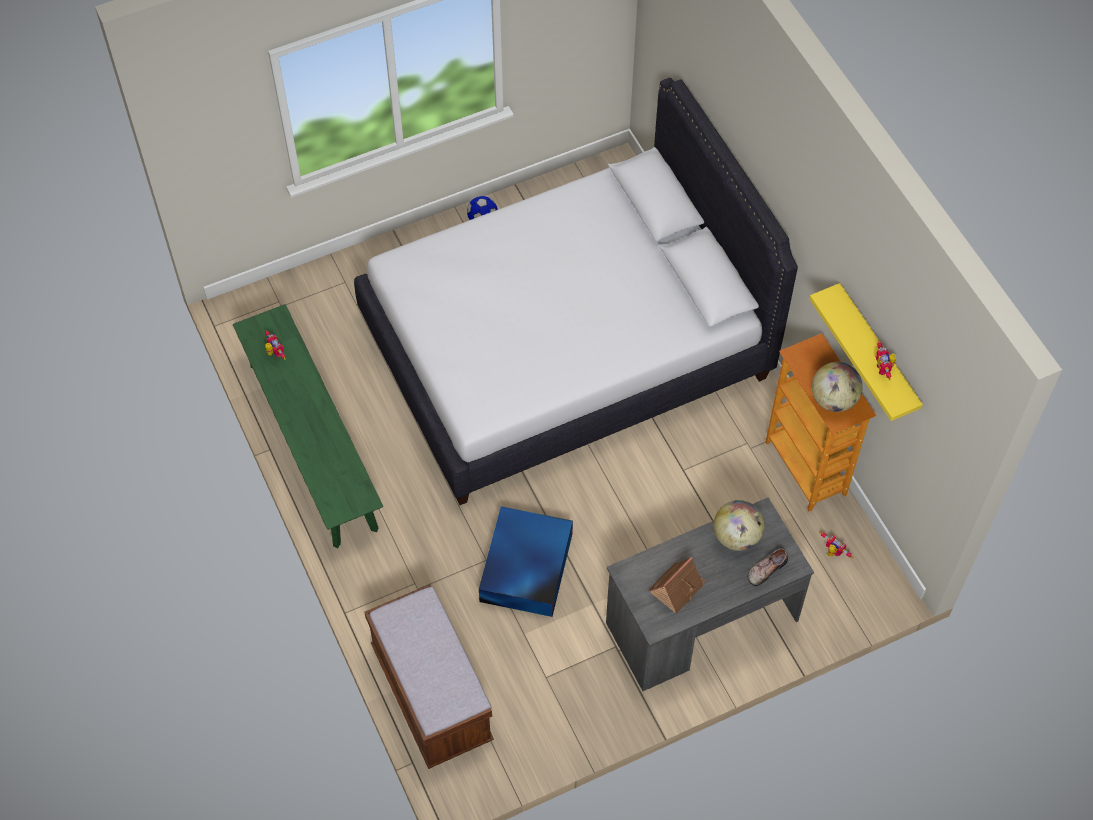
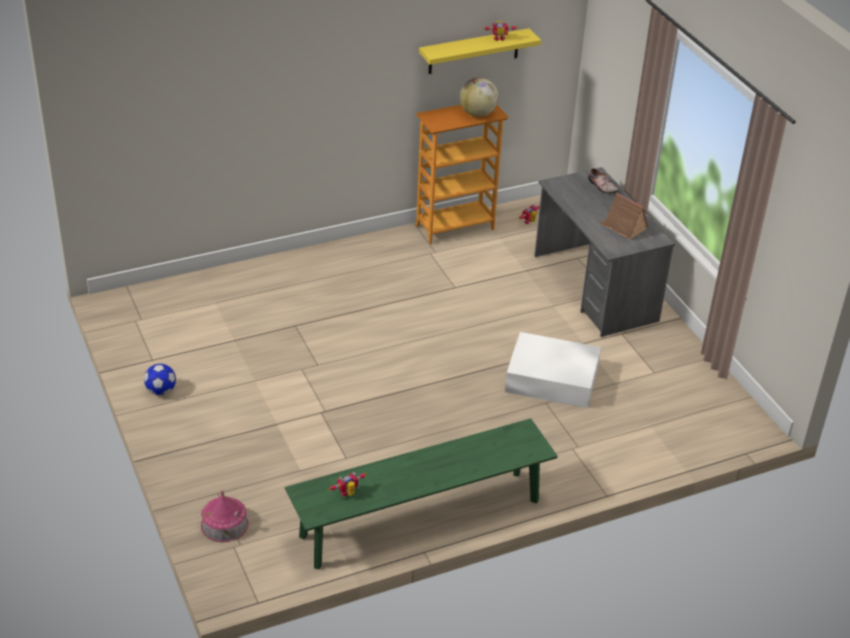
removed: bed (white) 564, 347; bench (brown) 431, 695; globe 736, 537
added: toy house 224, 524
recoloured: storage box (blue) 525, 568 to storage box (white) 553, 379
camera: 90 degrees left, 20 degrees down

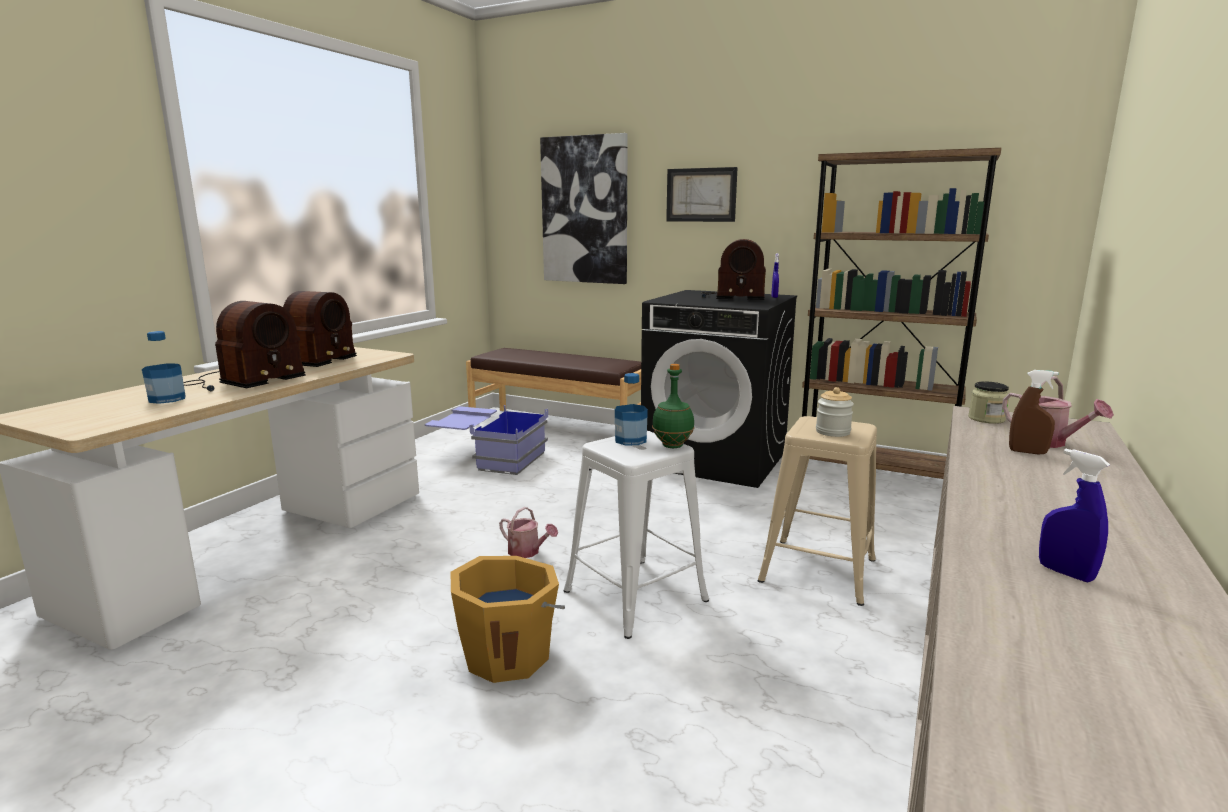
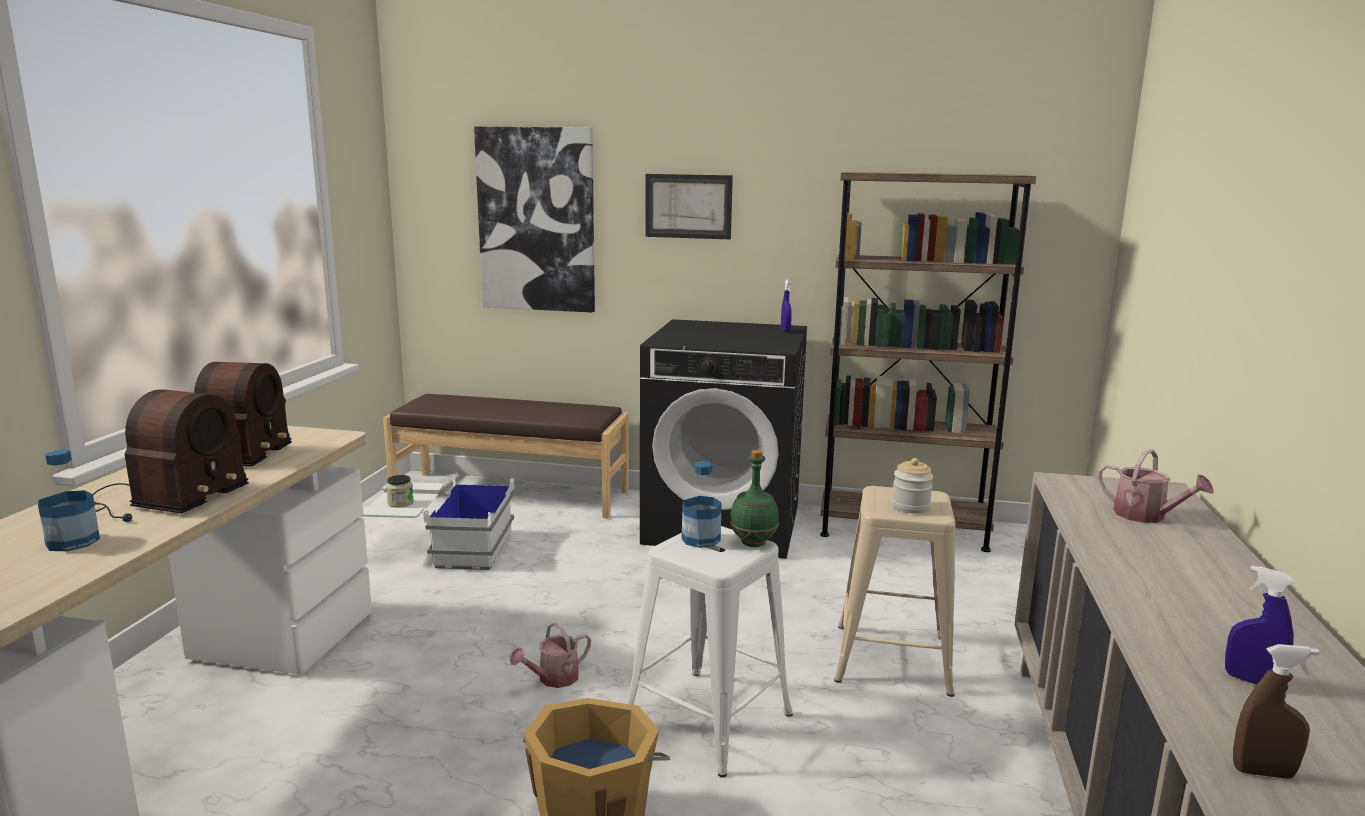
removed: radio 732, 297
moved: jar 986, 419 to 400, 503; spray bottle (brown) 1027, 452 to 1263, 772
recoloured: storage box (blue) 488, 458 to storage box (white) 441, 549
turned: watering can 527, 552 = 553, 679 120 degrees clockwise
camera: 15 degrees left, 0 degrees up

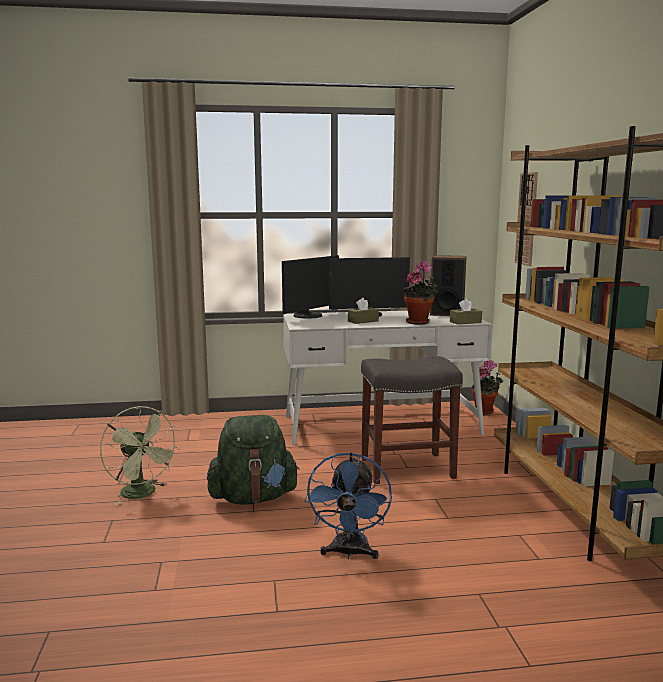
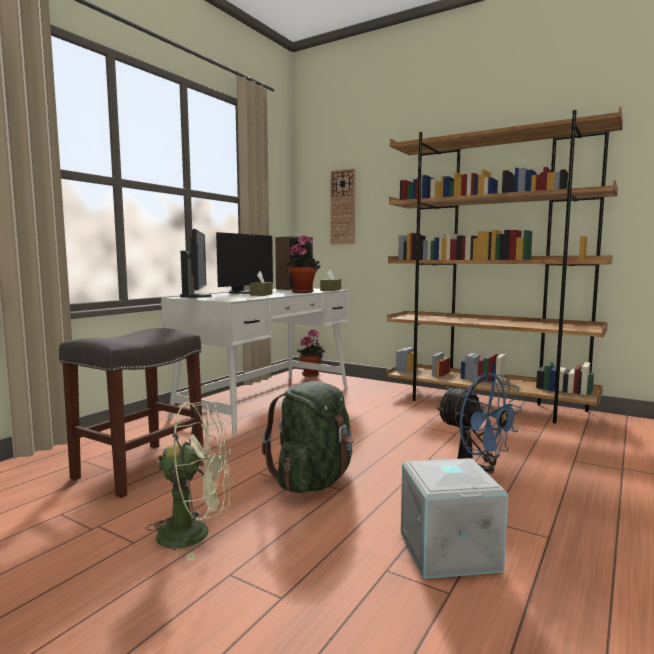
added: storage box (grey) 446, 551
moved: stool (grey) 406, 468 to 139, 469
camera: 50 degrees left, 5 degrees down

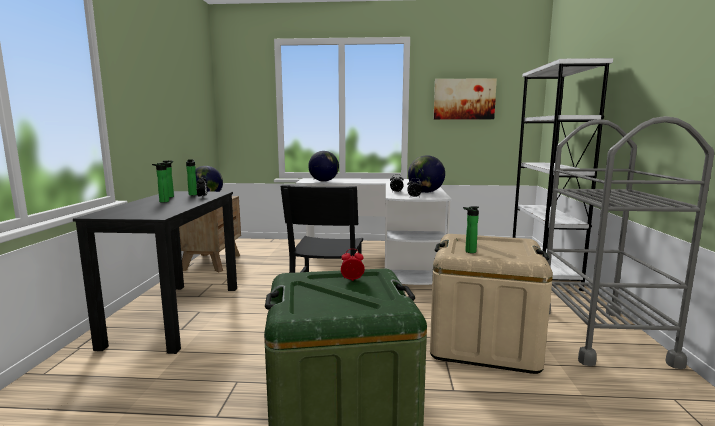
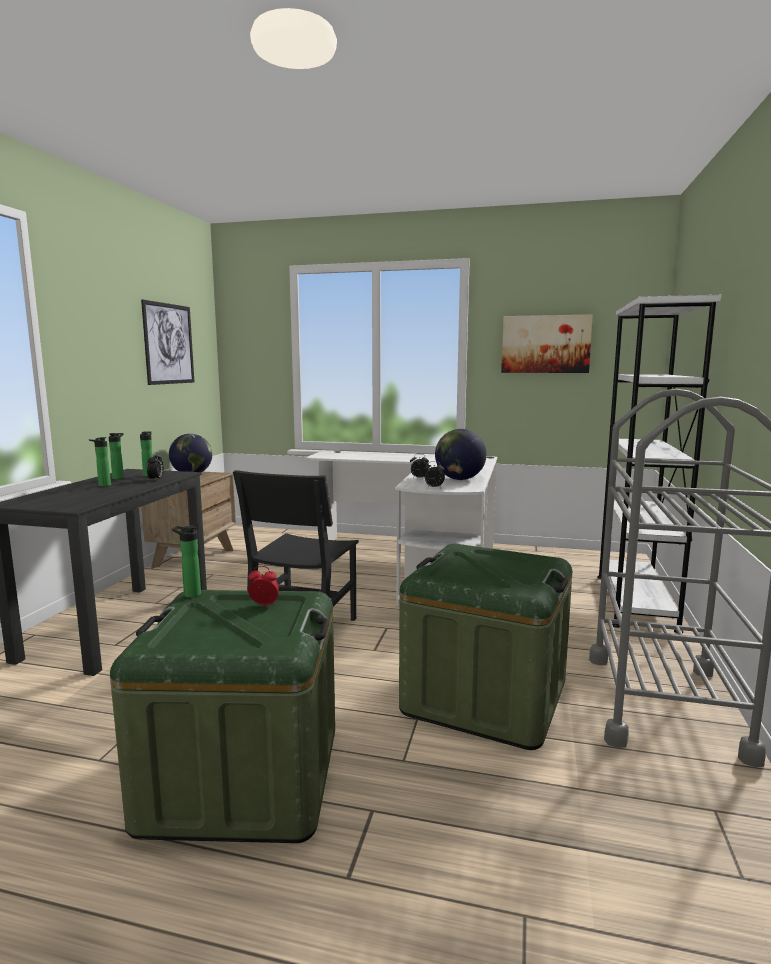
removed: globe 323, 181
added: picture 169, 344
moved: bottle 468, 251 to 189, 594
recoloured: storage box (beige) 484, 342 to storage box (green) 485, 697
camera: 10 degrees right, 0 degrees up

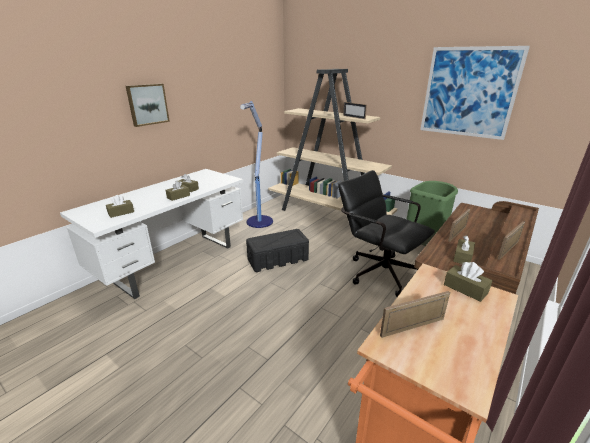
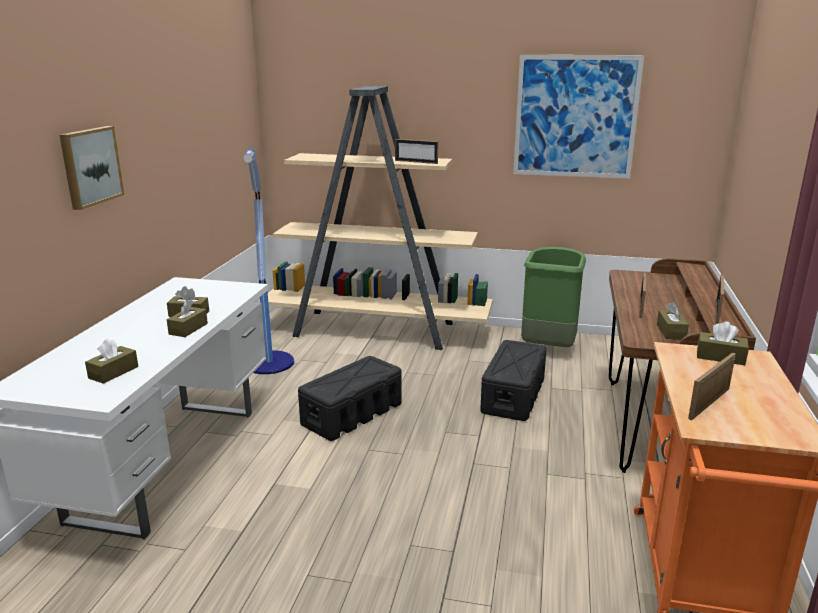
replaced: office chair (black) 378, 271 to storage box (black) 513, 395
camera: 25 degrees left, 5 degrees down

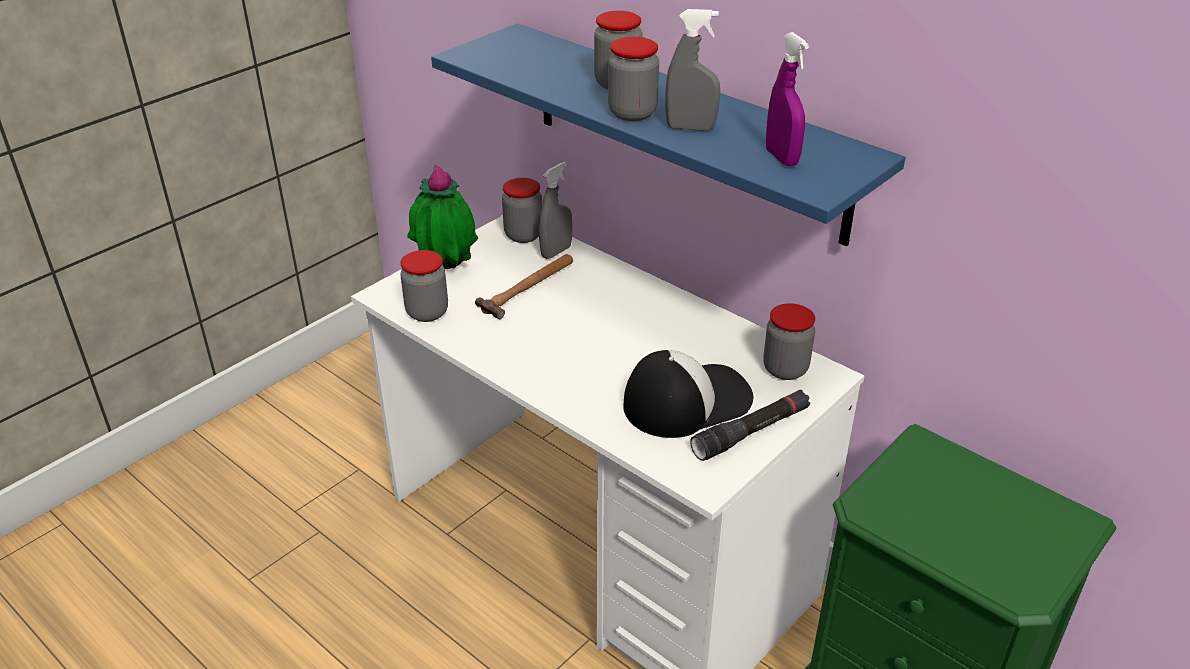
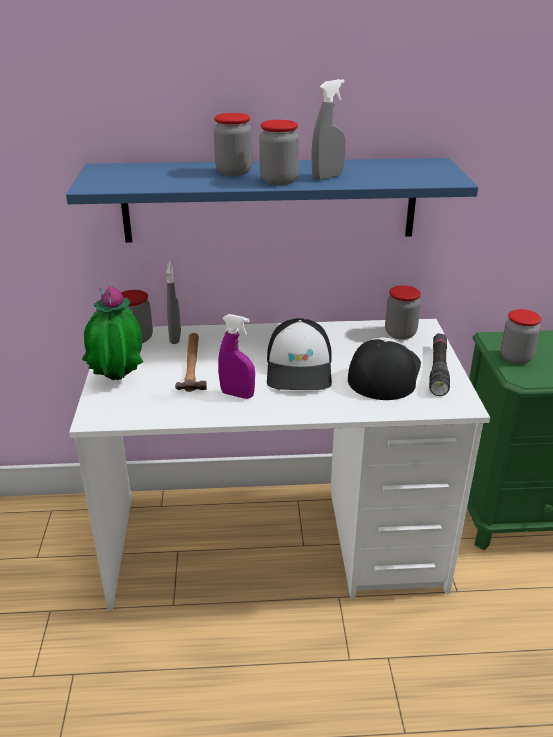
added: cap 300, 368
moved: jar 427, 312 to 516, 357; spray bottle (purple) 781, 158 to 237, 394
camera: 45 degrees left, 5 degrees down

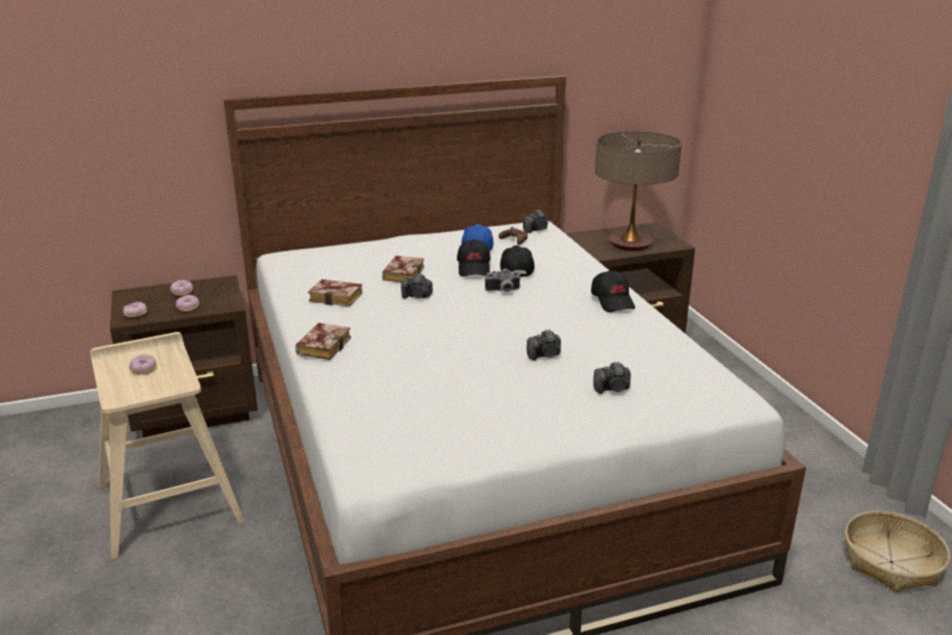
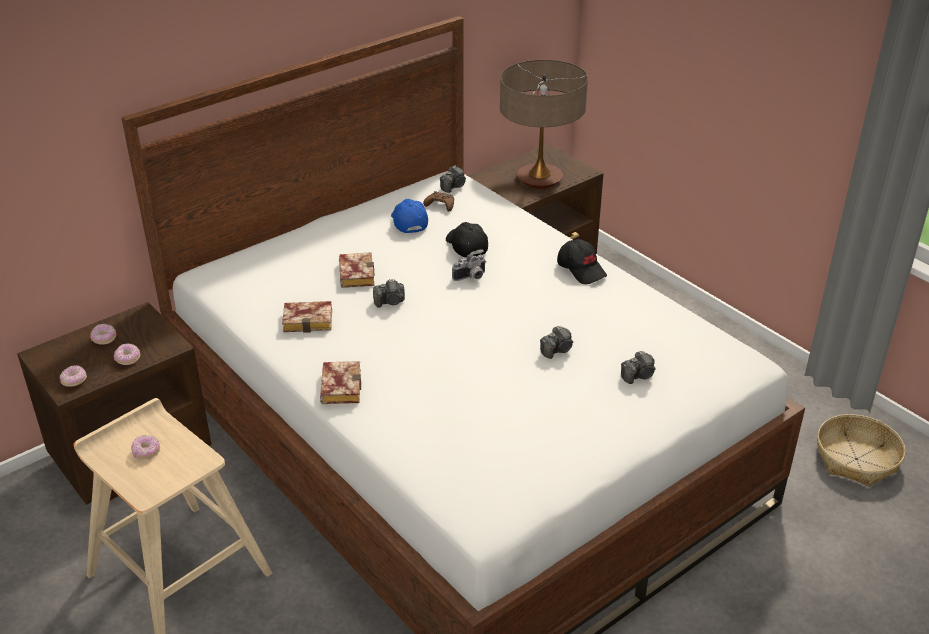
removed: cap (black) 474, 268
camera: 20 degrees left, 10 degrees up

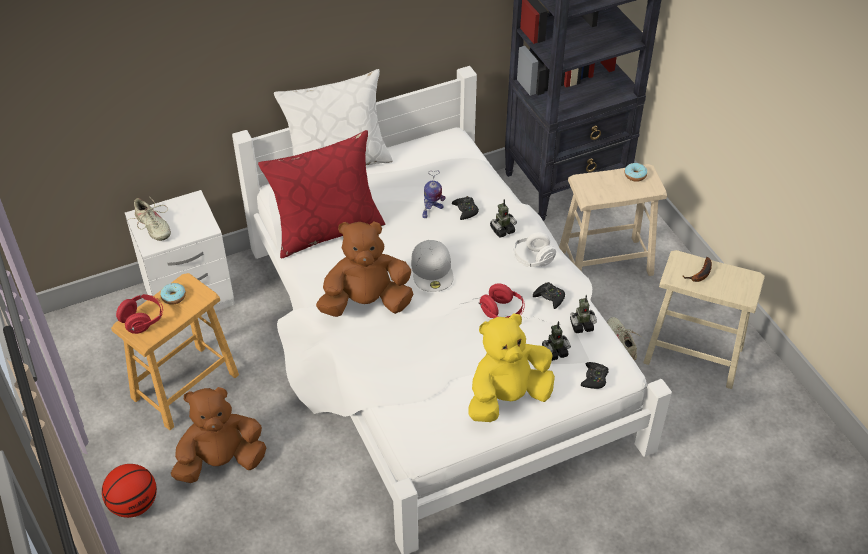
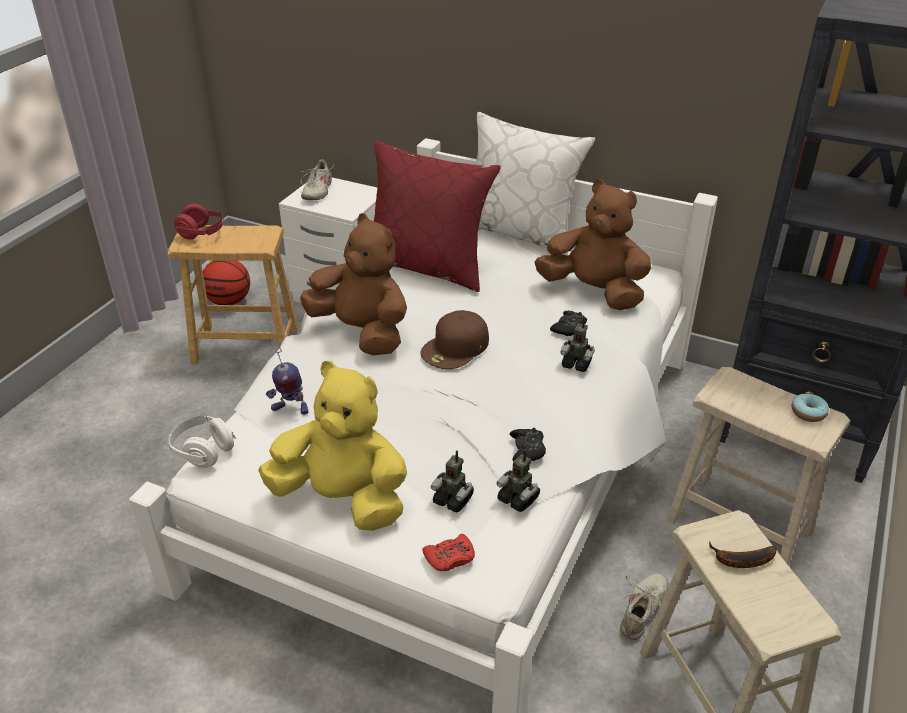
removed: donut 173, 297; headphones (red) 502, 312
moved: basketball 134, 504 to 229, 301; plush toy (brown) 221, 461 to 593, 292; toy robot 432, 211 to 290, 409; headphones (white) 532, 259 to 203, 451
recoloured: cap (white) 432, 270 to cap (brown) 455, 347; game controller (black) 594, 378 to game controller (red) 450, 557
camera: 50 degrees right, 10 degrees down

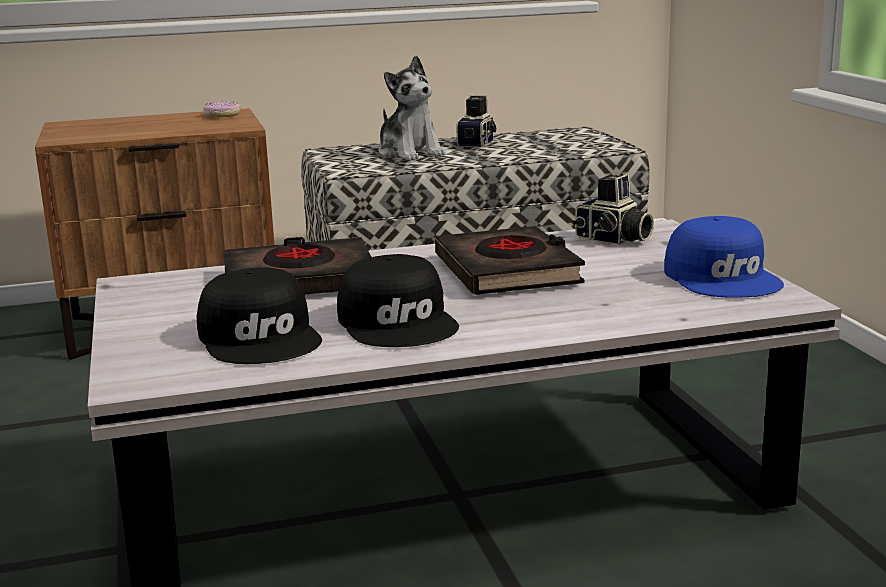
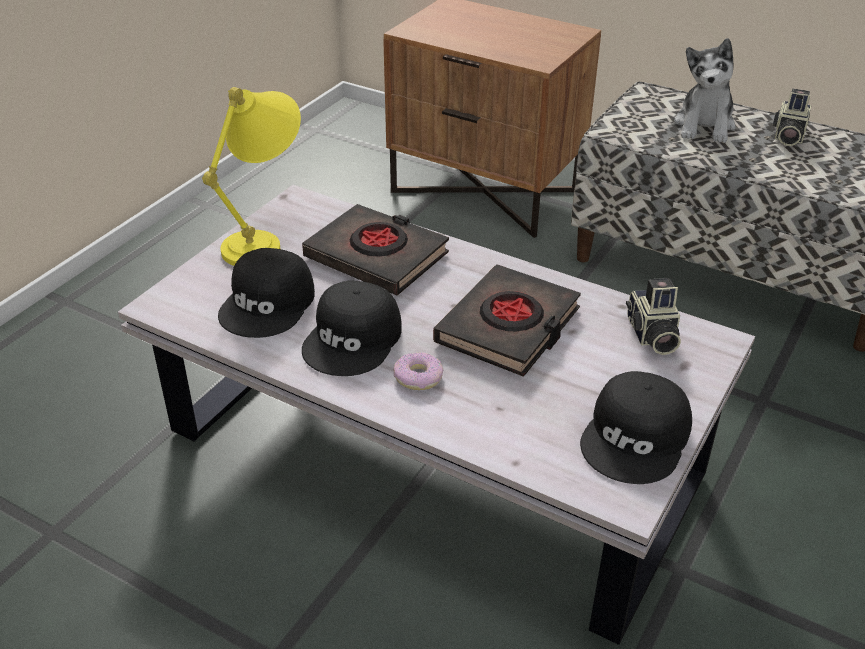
added: table lamp (yellow) 265, 240
moved: donut 222, 115 to 418, 377
recoloured: cap (blue) 723, 277 to cap (black) 637, 438
turned: photo camera 479, 143 = 787, 136 135 degrees clockwise
camera: 45 degrees right, 20 degrees up

